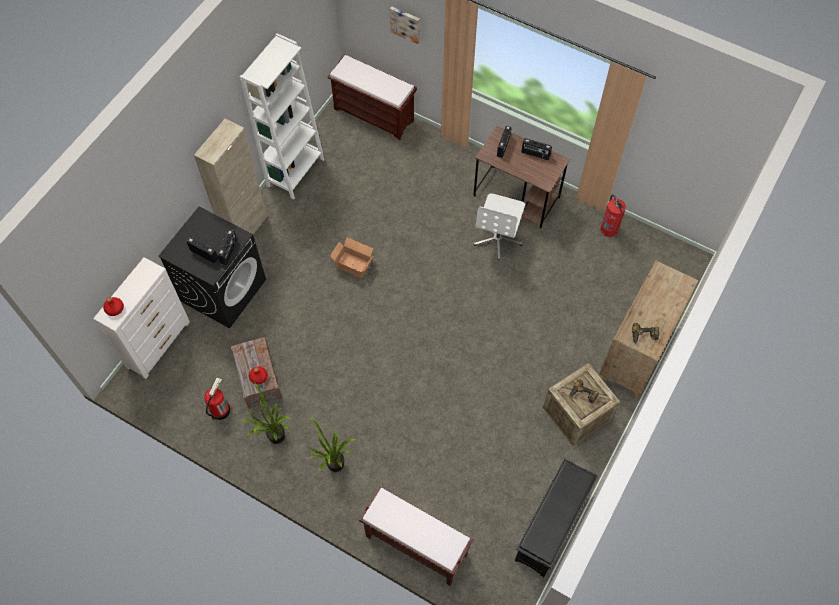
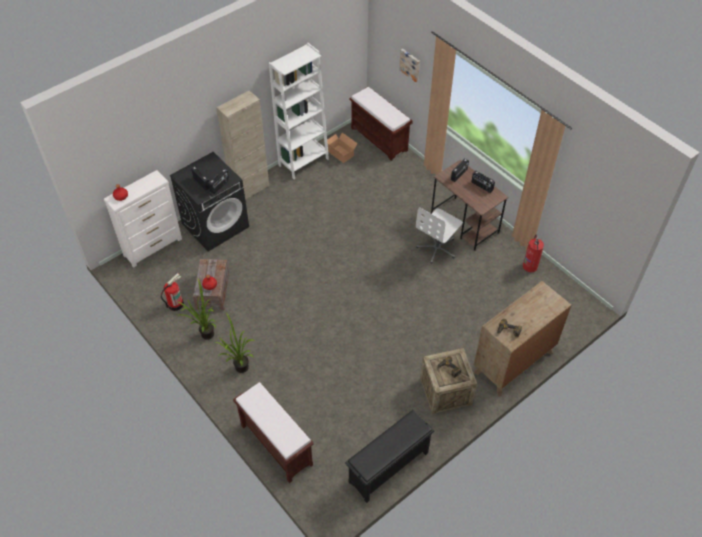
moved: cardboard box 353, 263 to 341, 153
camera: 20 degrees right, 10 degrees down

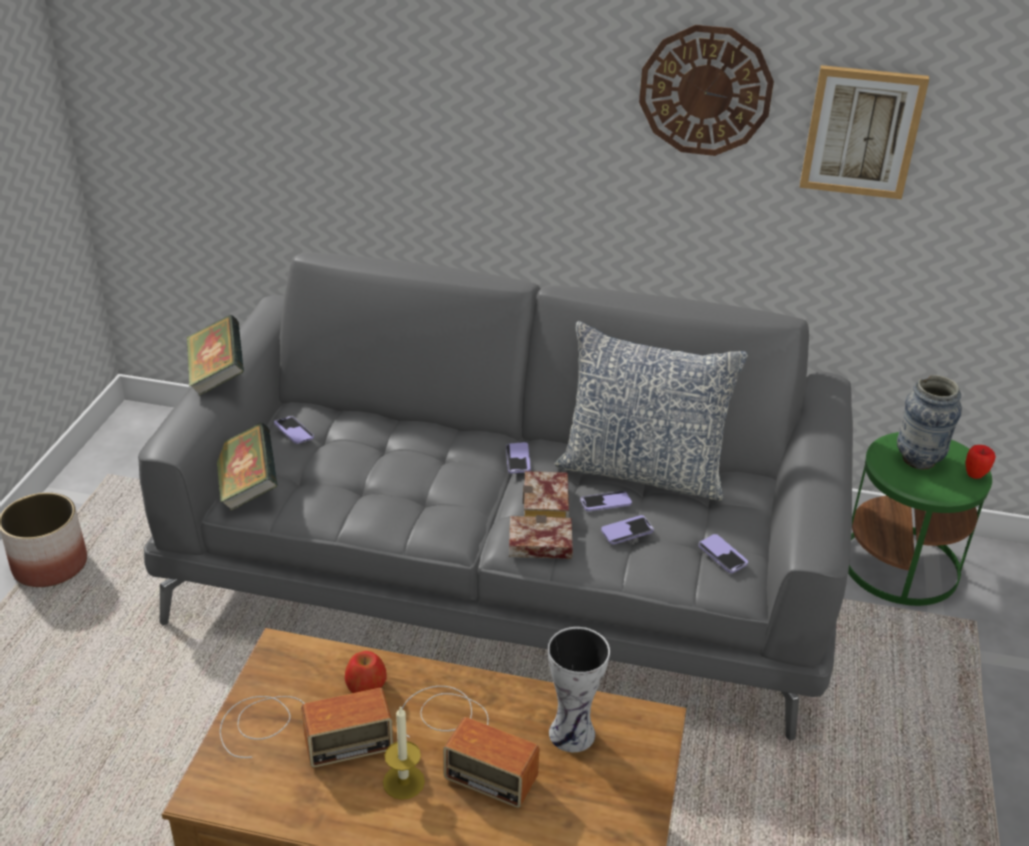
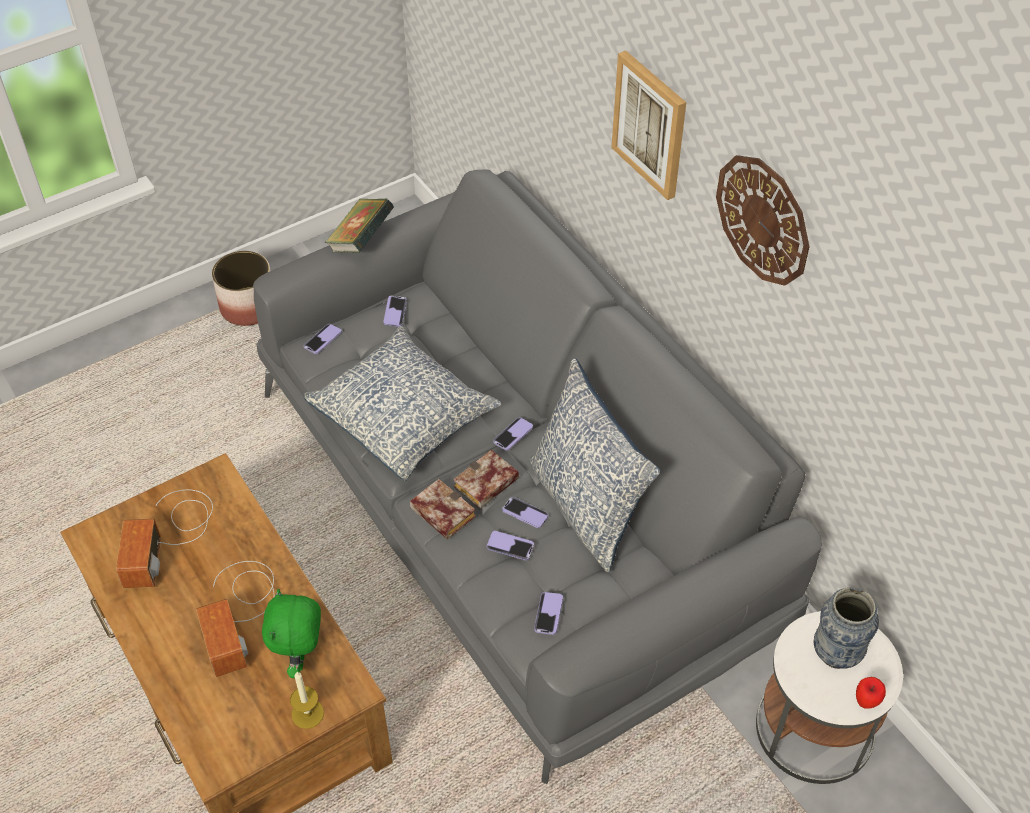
removed: apple 365, 686
added: pillow 403, 416
moved: candle 403, 782 to 307, 713; picture 861, 131 to 650, 124
replaced: book 248, 487 to phone 322, 340; vase 574, 733 to plush toy (green) 301, 659
recoloured: side table (green) 900, 565 to side table (white) 815, 728
turned: radio 300, 730 = 169, 536 60 degrees clockwise
camera: 45 degrees right, 15 degrees up

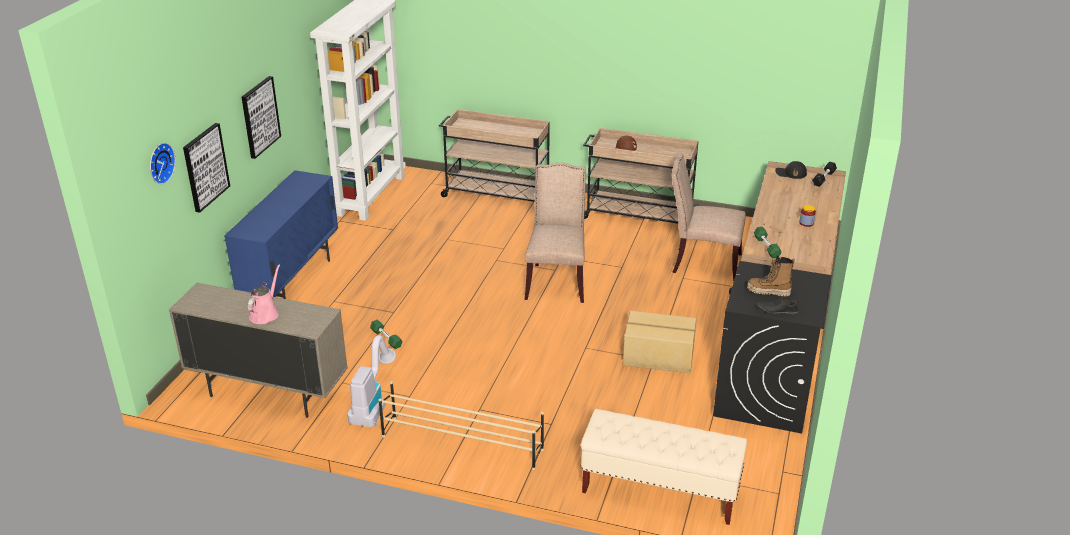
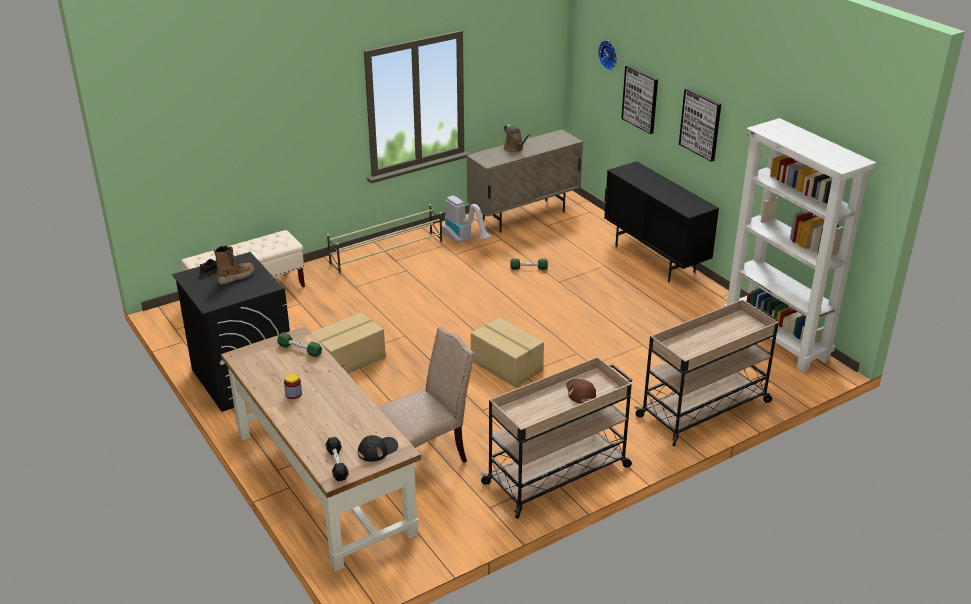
replaced: chair (beige) 556, 281 to cardboard box 506, 366
recoloured: cabinet (blue) 292, 281 to cabinet (black) 654, 259; watering can (pink) 265, 314 to watering can (brown) 515, 149
camera: 130 degrees right, 0 degrees up

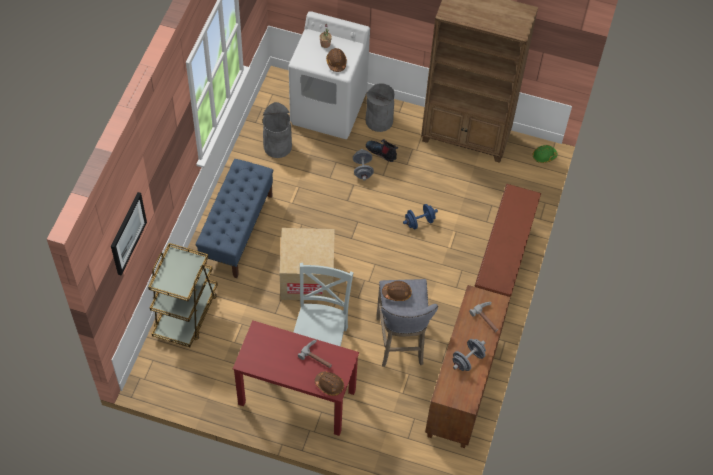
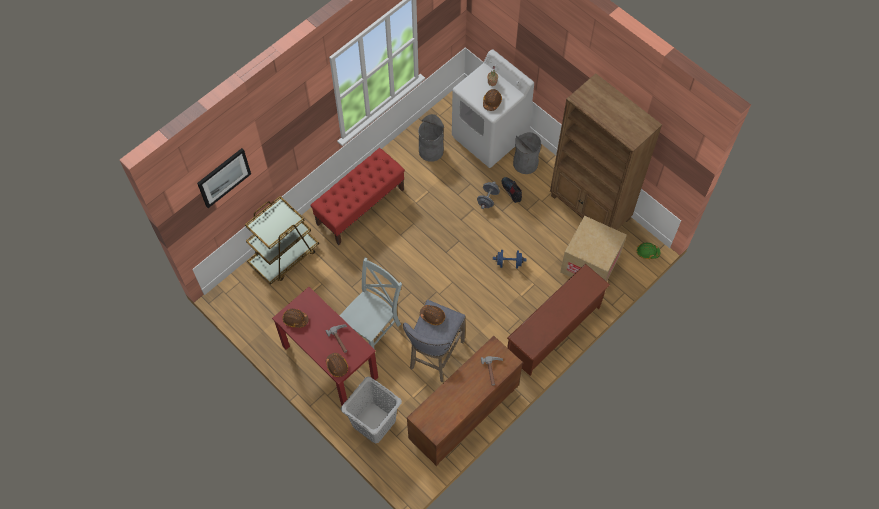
removed: dumbbell (grey) 468, 360
added: hard hat (brown) 295, 319; laundry basket (grey) 373, 422
moved: cardboard box 307, 277 to 590, 264
recoloured: bench (blue) 237, 230 to bench (red) 360, 206
camera: 30 degrees right, 5 degrees up

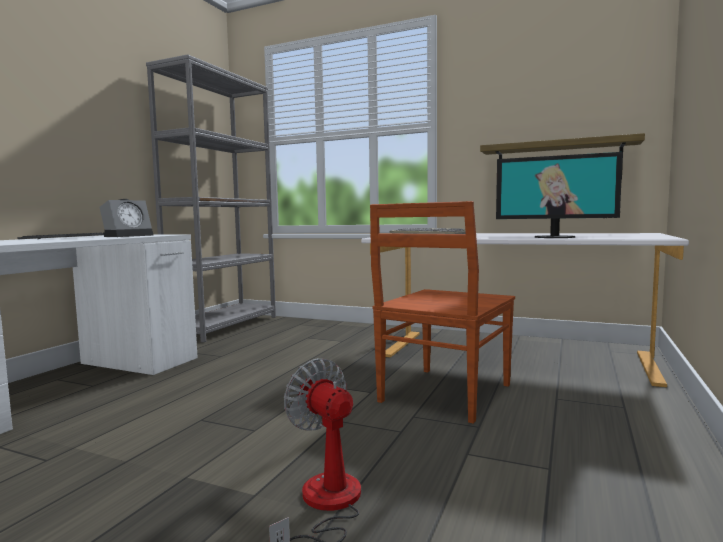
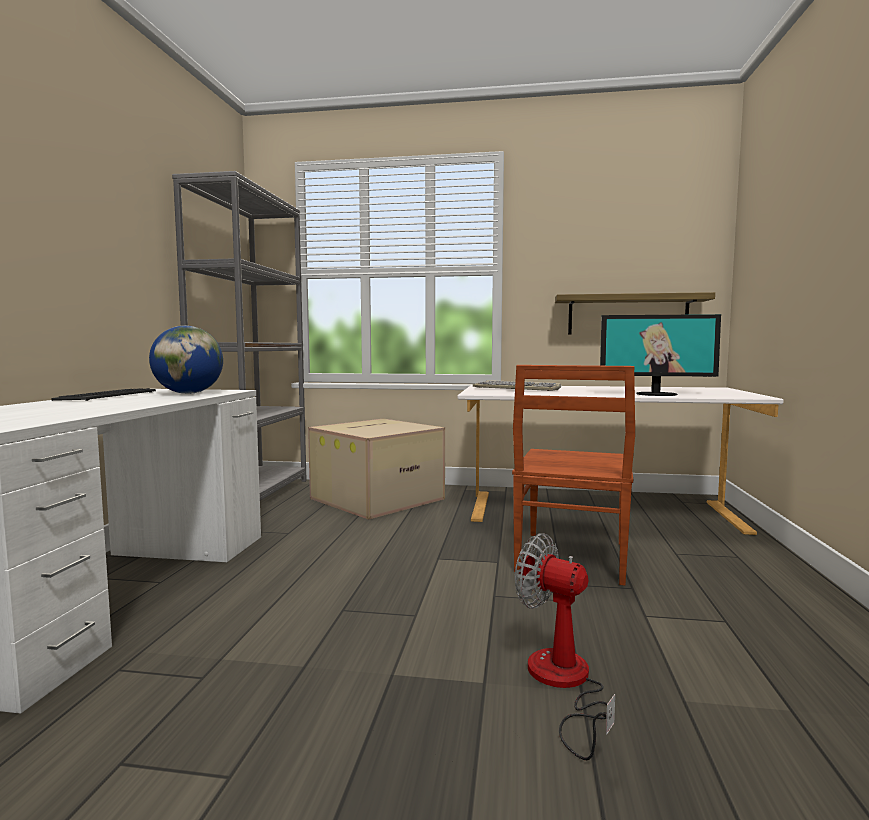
added: cardboard box 377, 498
replaced: alarm clock 129, 236 to globe 188, 393
camera: 15 degrees left, 0 degrees up

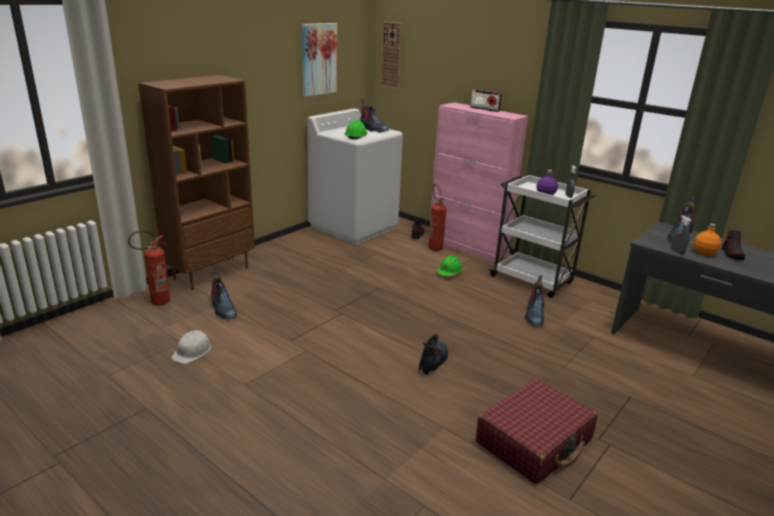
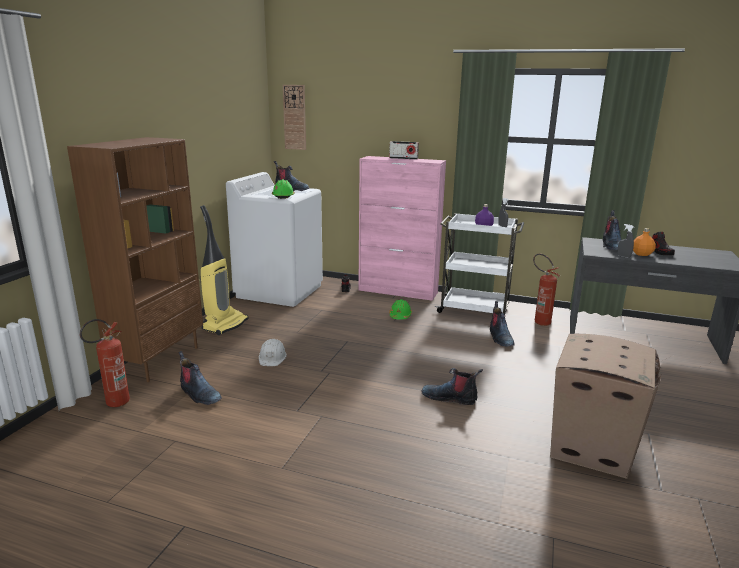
removed: picture 318, 59
added: vacuum cleaner 225, 324
moved: hard hat (white) 192, 351 to 272, 357; fire extinguisher 434, 246 to 539, 321
replaced: suitcase (red) 534, 441 to cardboard box 592, 447
turned: boot 433, 361 = 450, 398 75 degrees counterclockwise
camera: 20 degrees left, 5 degrees down

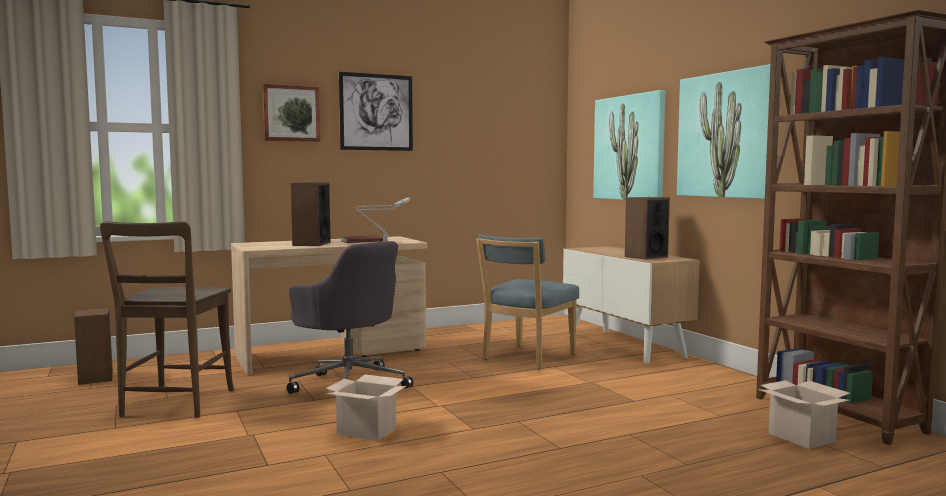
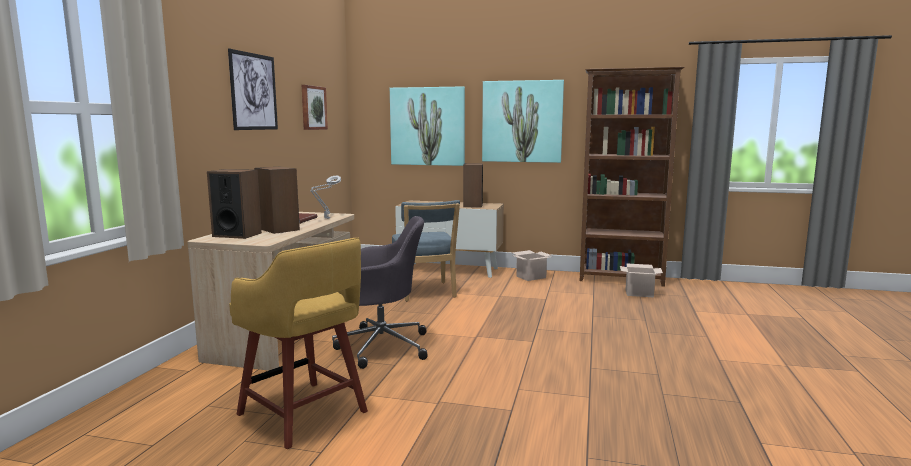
moved: speaker 96, 377 to 237, 235; picture 291, 113 to 313, 108; cardboard box 368, 431 to 531, 277
replaced: chair (brown) 175, 405 to stool (yellow) 304, 415
camera: 50 degrees left, 5 degrees up

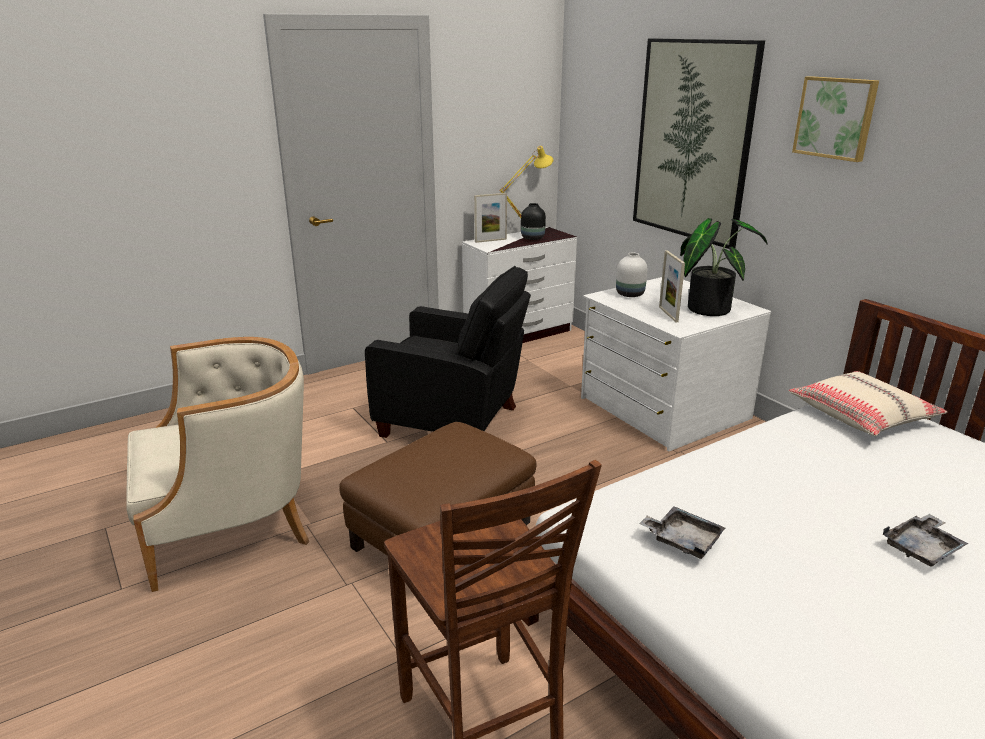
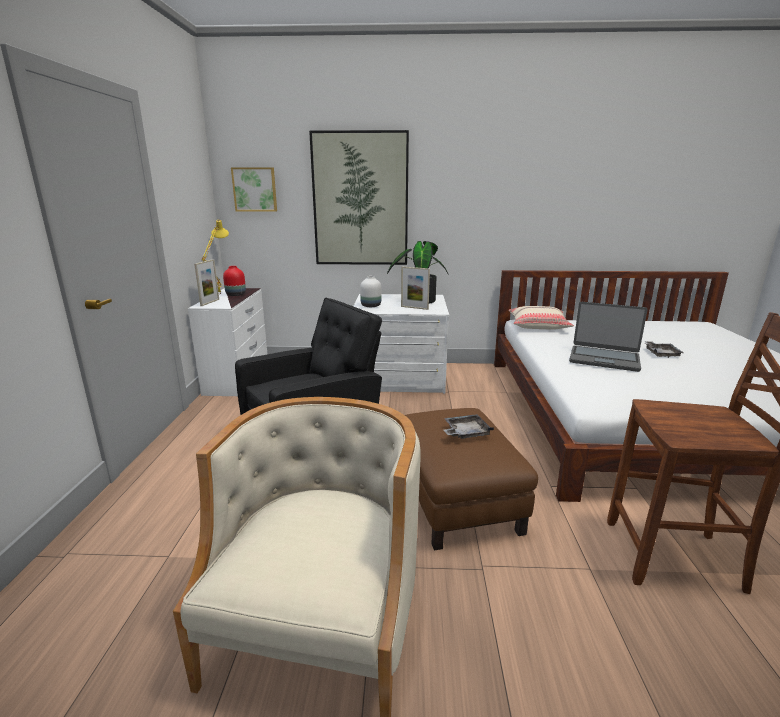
added: laptop 604, 359
moved: tray (grey) 682, 540 to 465, 433; picture 836, 118 to 255, 189
recoloured: vase (black) 532, 238 to vase (red) 235, 295
camera: 55 degrees left, 5 degrees down

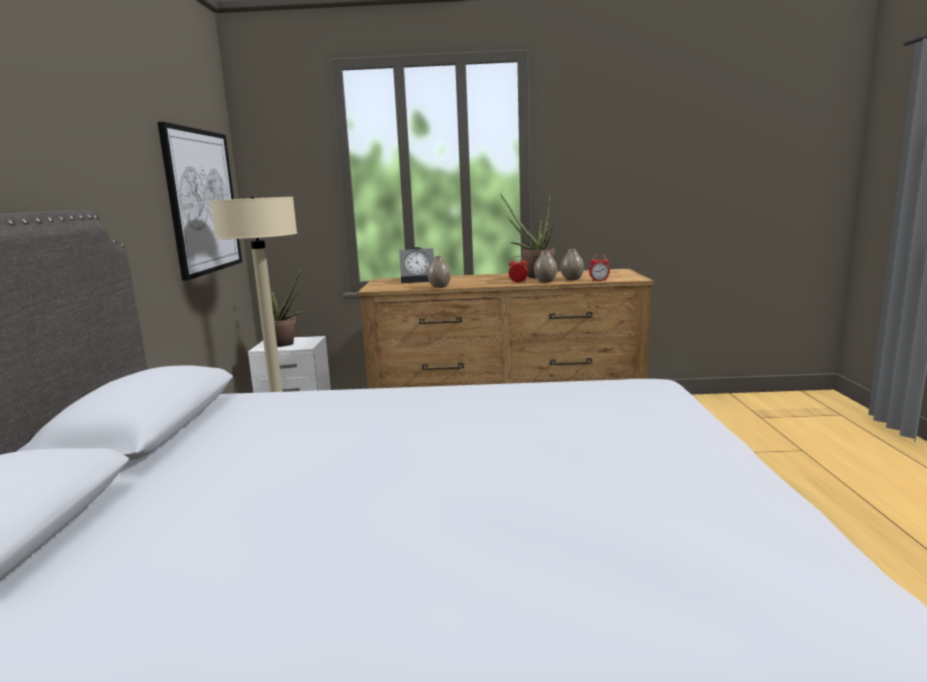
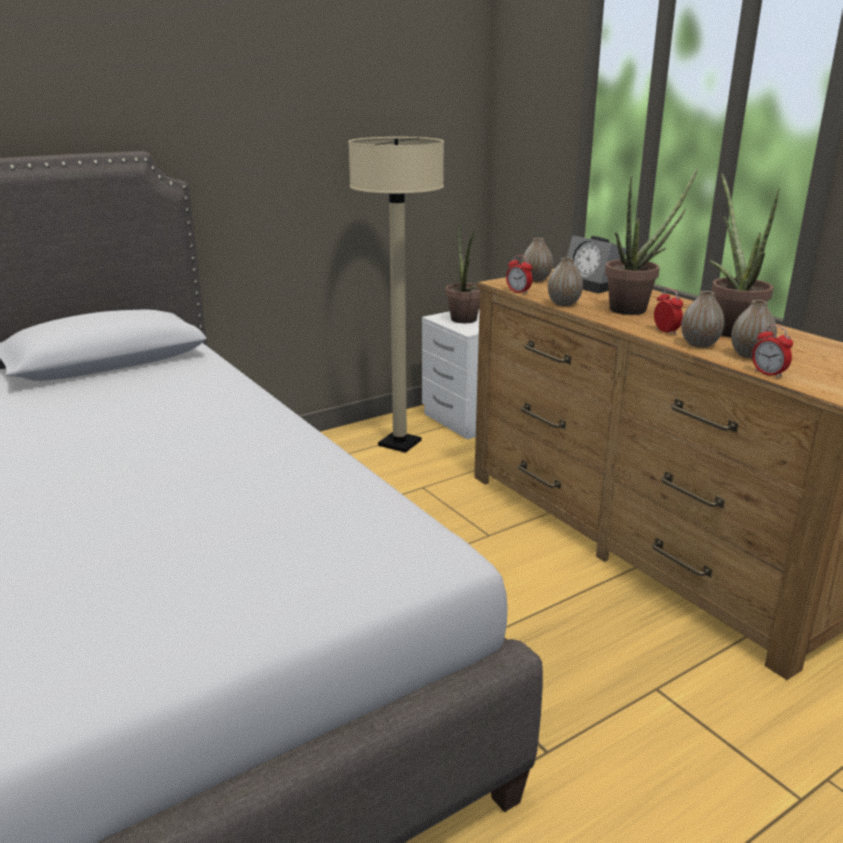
removed: picture 202, 201
added: alarm clock 518, 292; vase 536, 280; potted plant 635, 309
camera: 55 degrees right, 10 degrees up

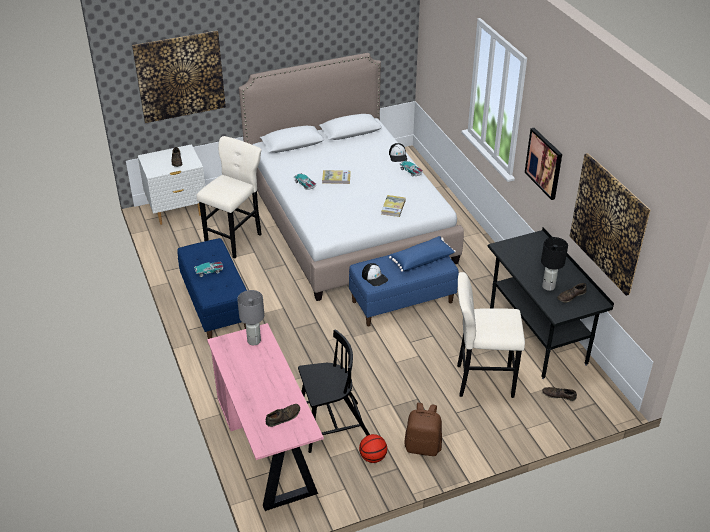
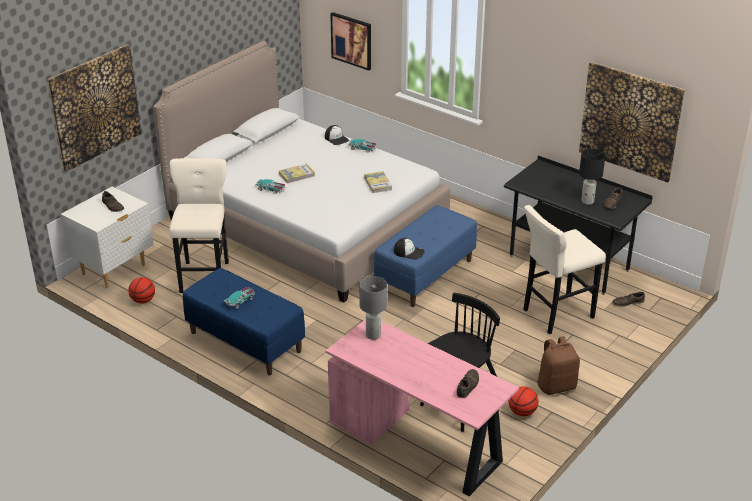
removed: pillow (blue) 421, 259
added: basketball 143, 300
moved: picture 544, 163 to 351, 40
camera: 30 degrees left, 5 degrees down

